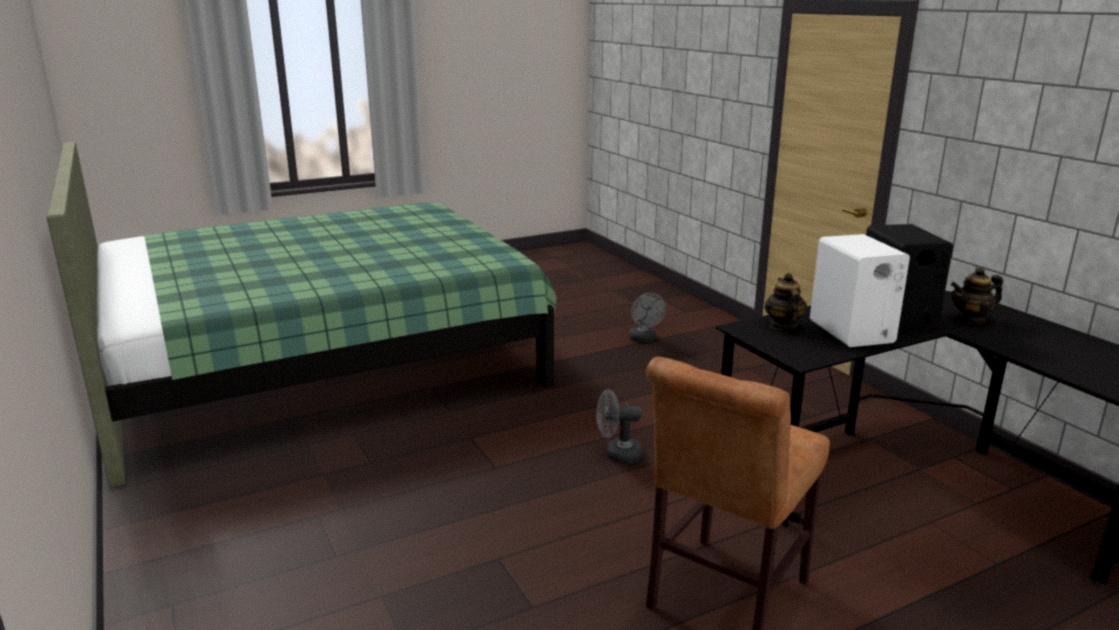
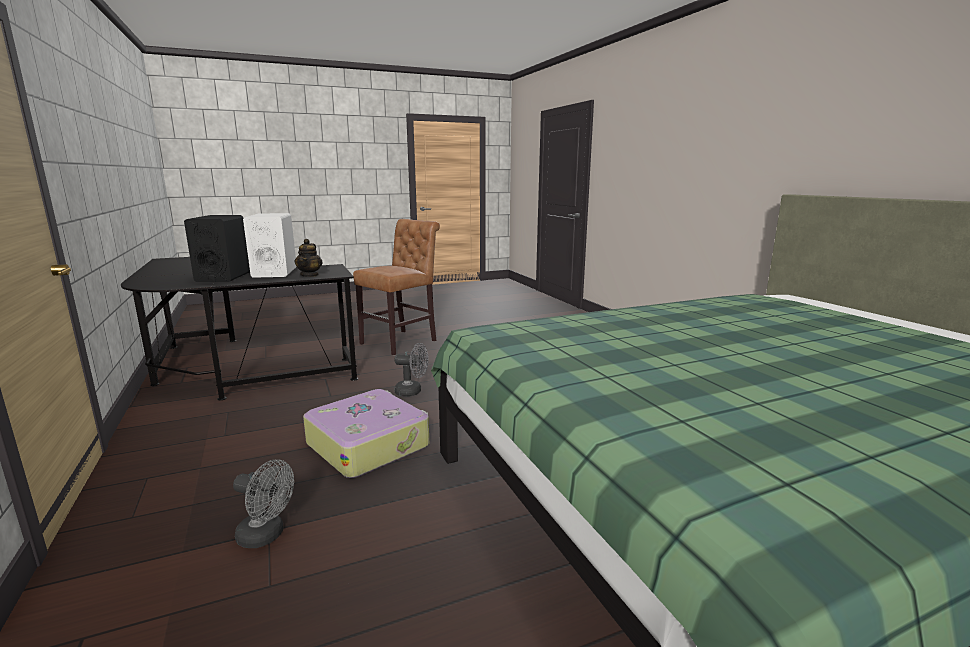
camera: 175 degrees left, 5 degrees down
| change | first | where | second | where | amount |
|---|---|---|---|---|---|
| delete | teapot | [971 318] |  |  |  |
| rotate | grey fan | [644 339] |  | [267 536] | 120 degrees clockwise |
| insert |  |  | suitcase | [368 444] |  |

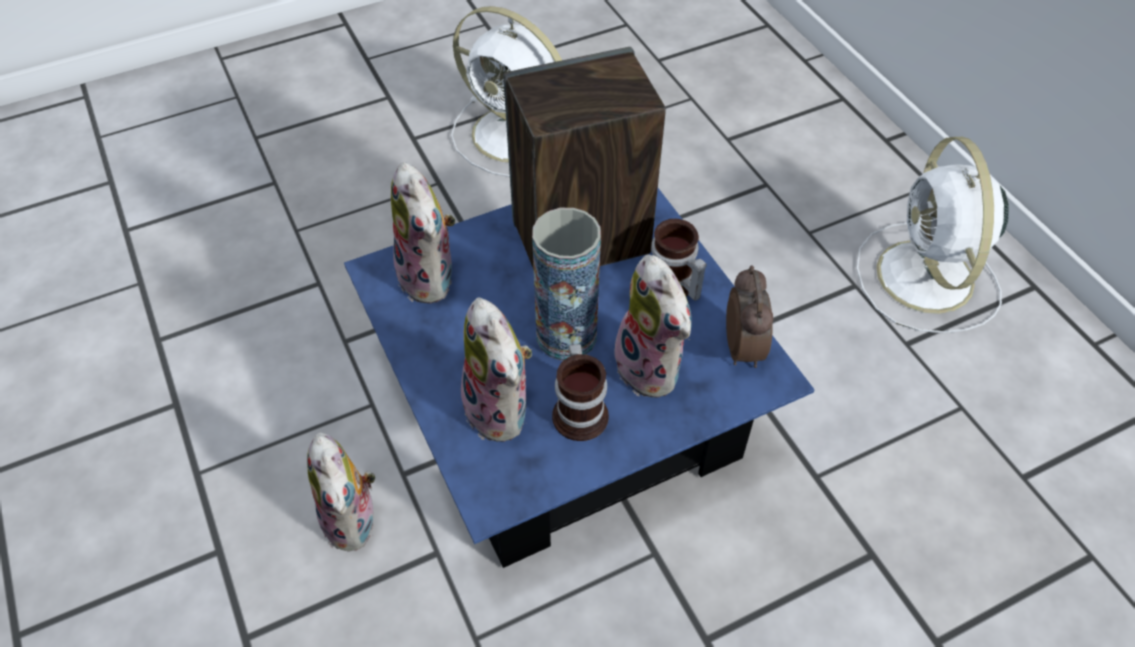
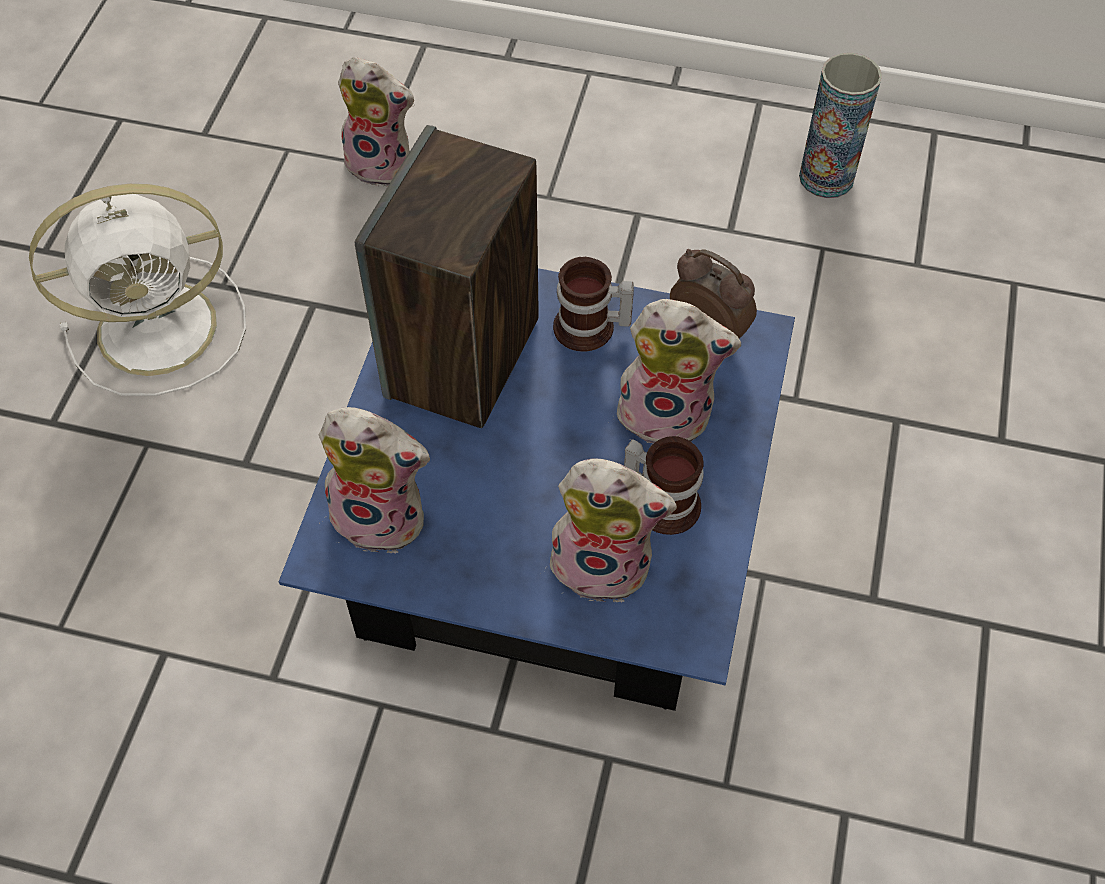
camera: 50 degrees left, 5 degrees up
| change | first | where | second | where | amount |
|---|---|---|---|---|---|
| delete | white fan | [926 280] |  |  |  |
| move | vase | [566 336] |  | [826 177] |  |
| move | plush toy | [354 521] |  | [383 164] |  |

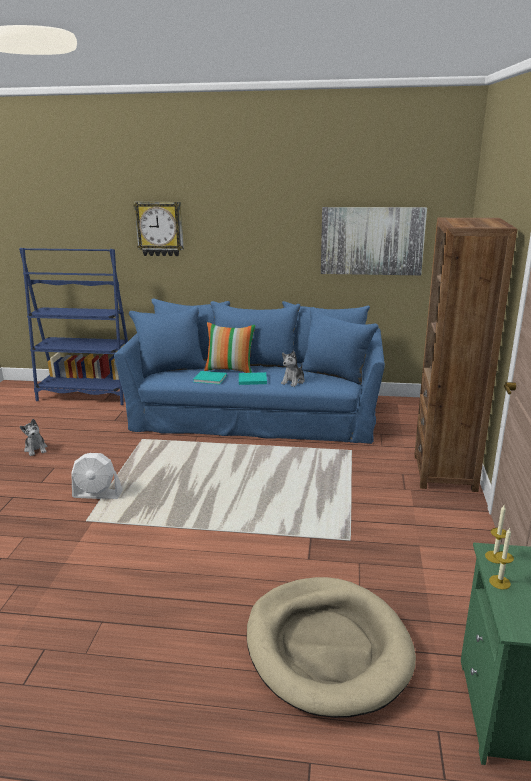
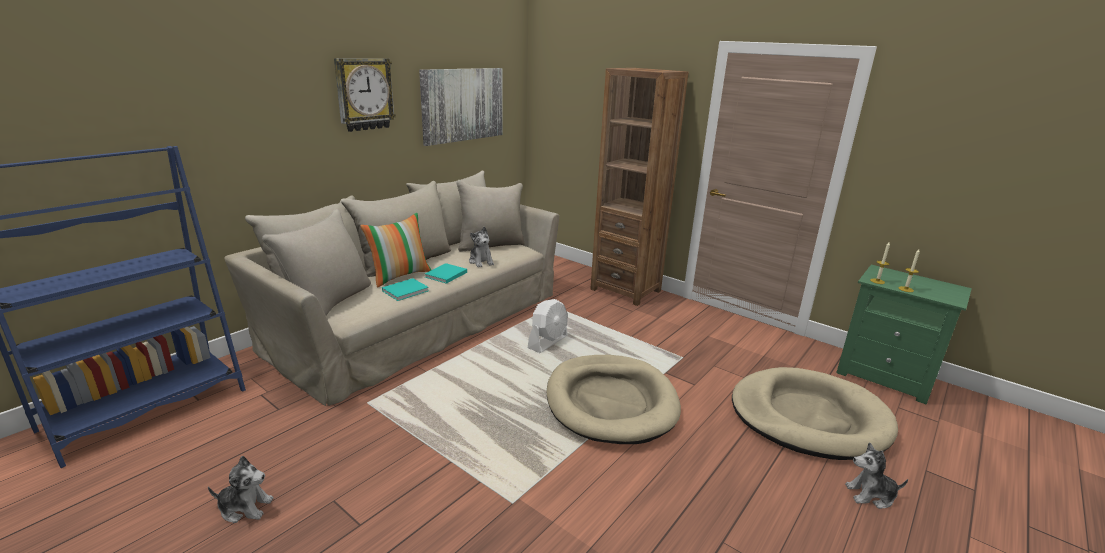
camera: 60 degrees left, 0 degrees up
| change | first | where | second | where | amount |
|---|---|---|---|---|---|
| move | wall clock | [160 228] |  | [364 94] |  |
| recolor | blue sofa | [255 413] | beige sofa | [420 319] |  |
| move | white fan | [97 494] |  | [548 342] |  |
| insert |  |  | beige dog bed | [610 402] |  |
| insert |  |  | plush toy | [871 495] |  |

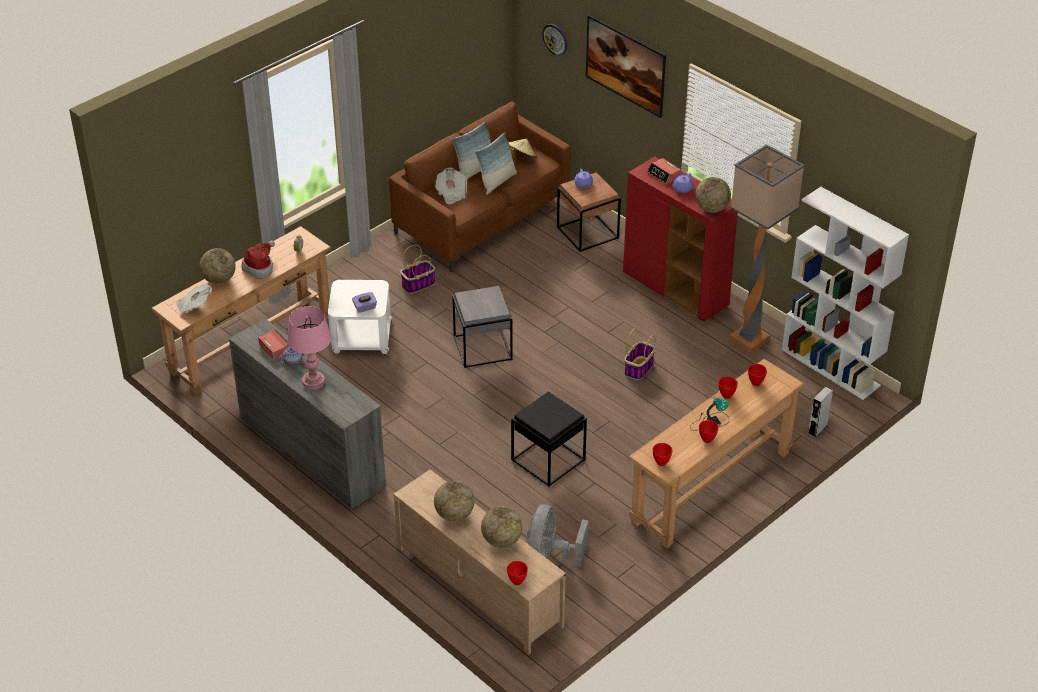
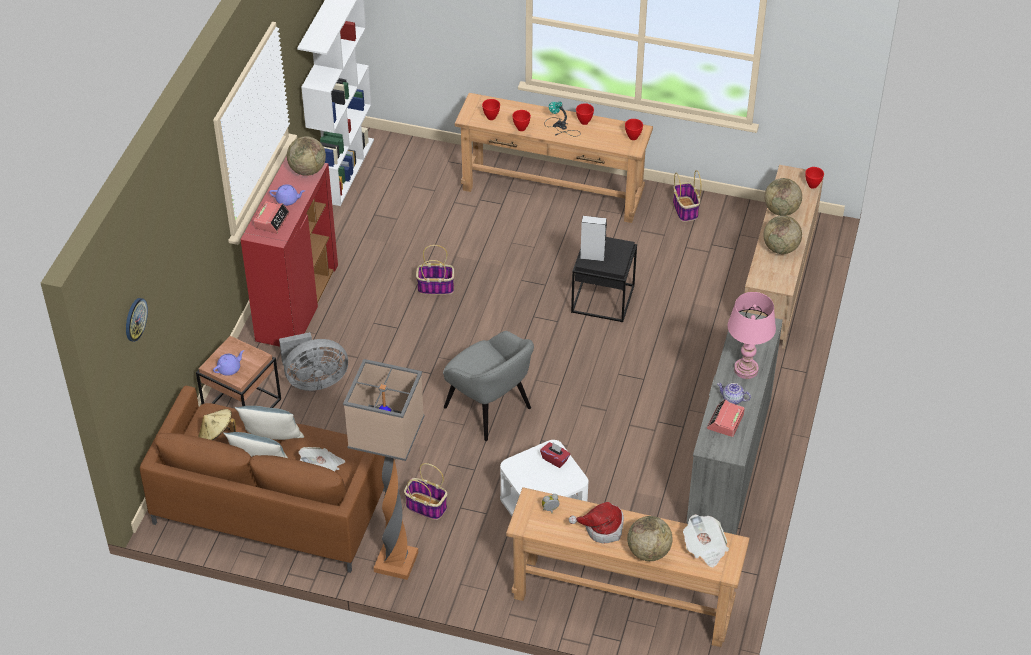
camera: 120 degrees left, 5 degrees up
| change | first | where | second | where | amount |
|---|---|---|---|---|---|
| delete | picture | [624 81] |  |  |  |
| move | floor lamp | [749 338] |  | [394 562] |  |
| replace | grey side table | [482 348] | grey armchair | [489 409] |  |
| recolor | purple tissue box | [365 307] | red tissue box | [555 459] |  |
| move | grey speaker | [817 429] |  | [592 256] |  |
| move | grey fan | [549 558] |  | [314 380] |  |
| insert |  |  | basket | [685 210] |  |

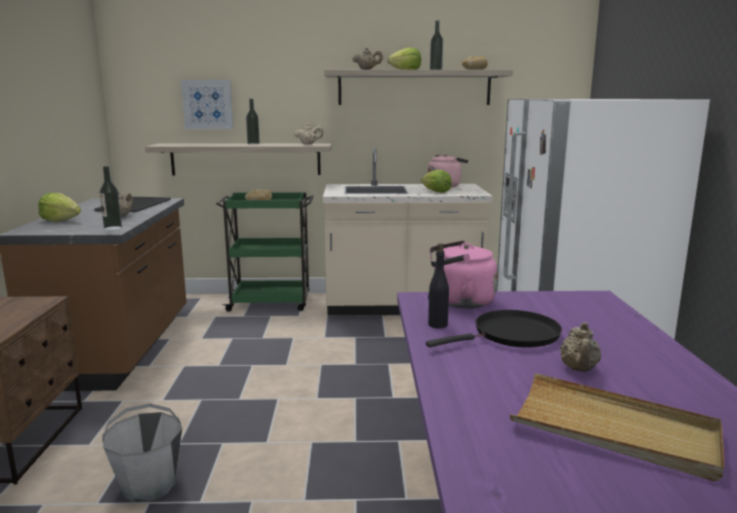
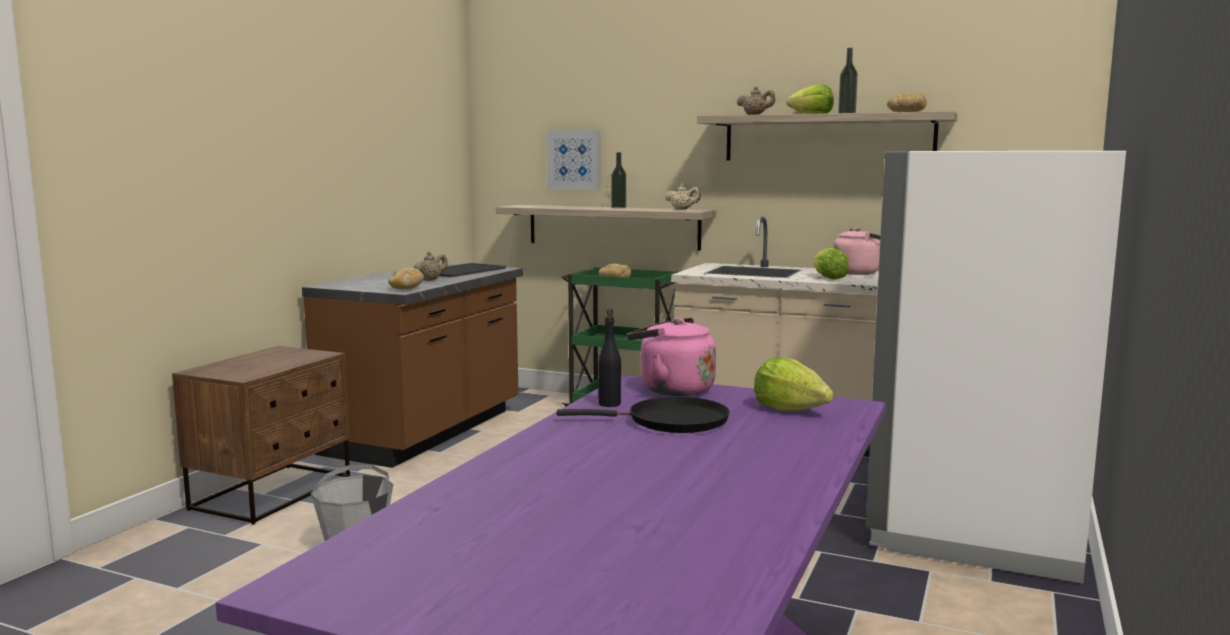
camera: 25 degrees right, 5 degrees down
| change | first | where | second | where | amount |
|---|---|---|---|---|---|
| replace | bottle | [113 228] | bread | [406 289] |  |
| move | lettuce | [61 220] |  | [789 409] |  |
| delete | beige teapot | [579 369] |  |  |  |
| delete | beige tray | [614 430] |  |  |  |

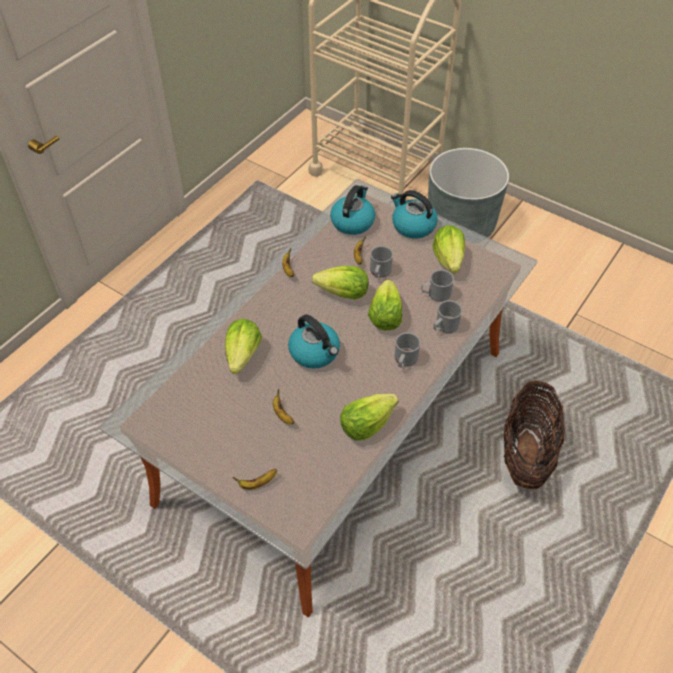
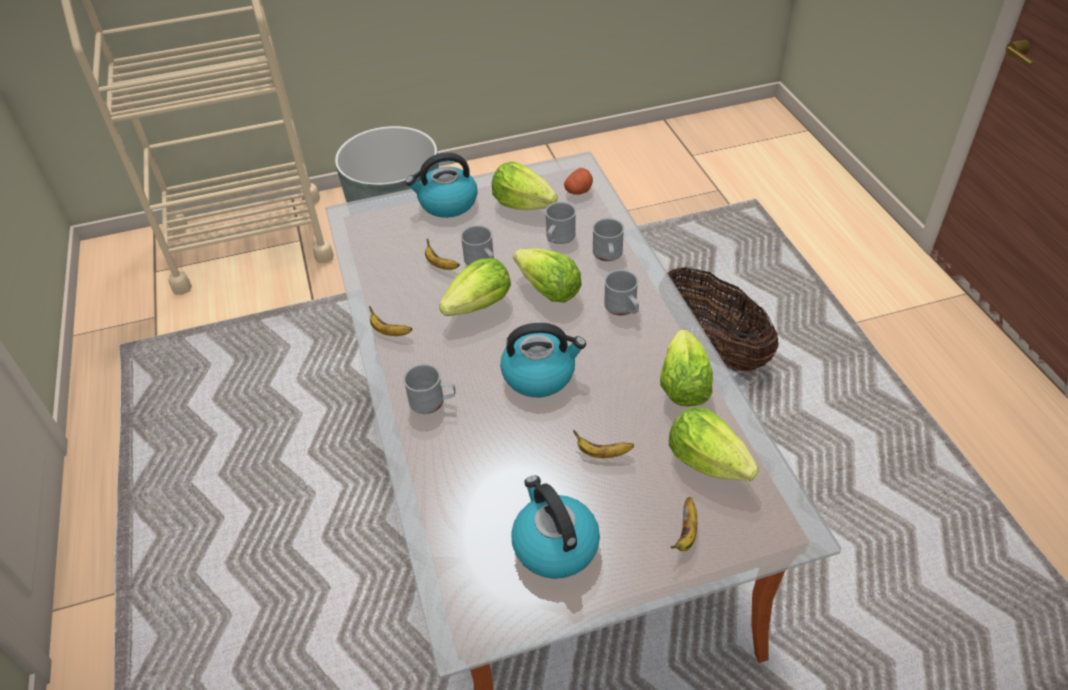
camera: 50 degrees left, 5 degrees down
| change | first | where | second | where | amount |
|---|---|---|---|---|---|
| move | kettle | [352 221] |  | [554 545] |  |
| move | lettuce | [243 355] |  | [707 461] |  |
| insert |  |  | potato | [578 191] |  |
| insert |  |  | grey mug | [432 401] |  |

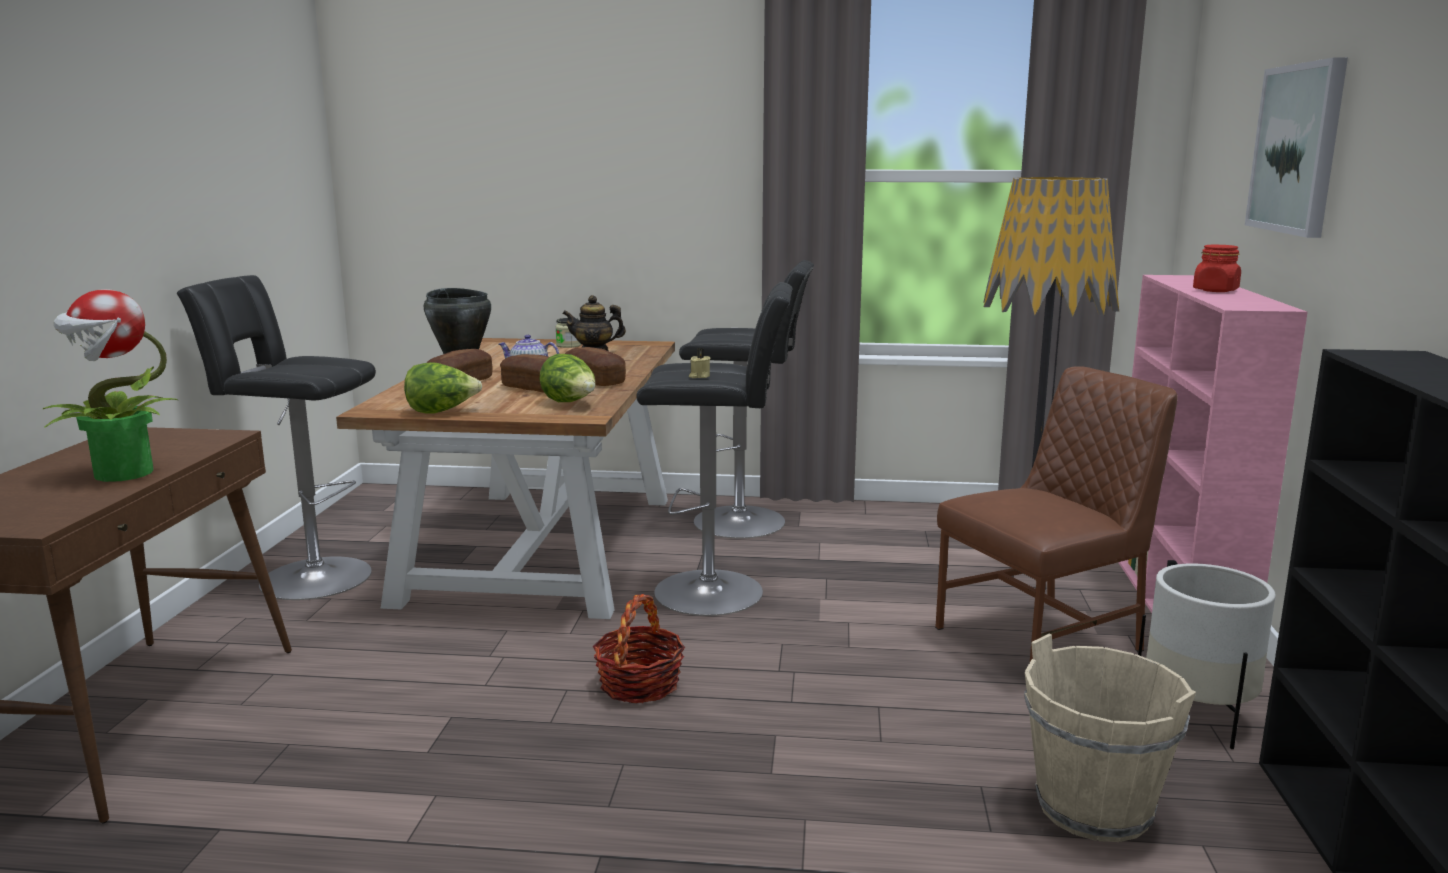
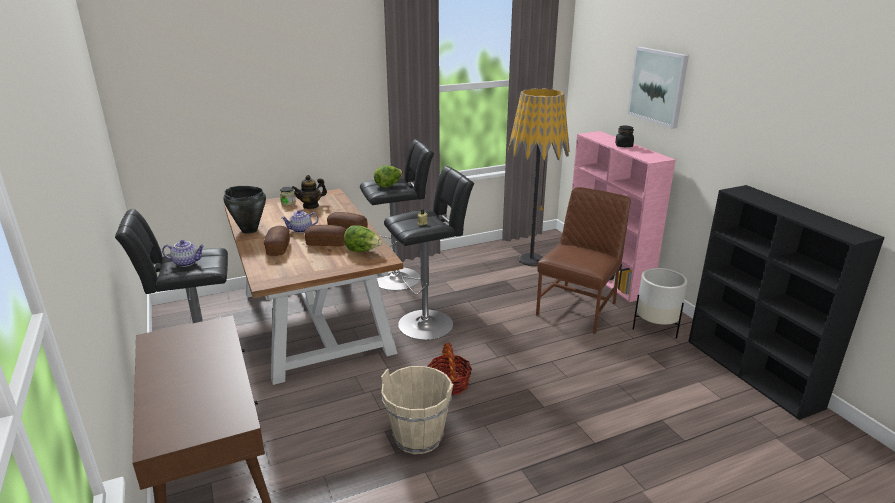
camera: 30 degrees left, 10 degrees up
| change | first | where | second | where | amount |
|---|---|---|---|---|---|
| recolor | red jar | [1215 290] | black jar | [624 146] |  |
| delete | potted plant | [121 474] |  |  |  |
| move | lettuce | [441 412] |  | [388 185] |  |
| move | beige bucket | [1093 808] |  | [417 437] |  |
| insert |  |  | teapot | [187 262] |  |

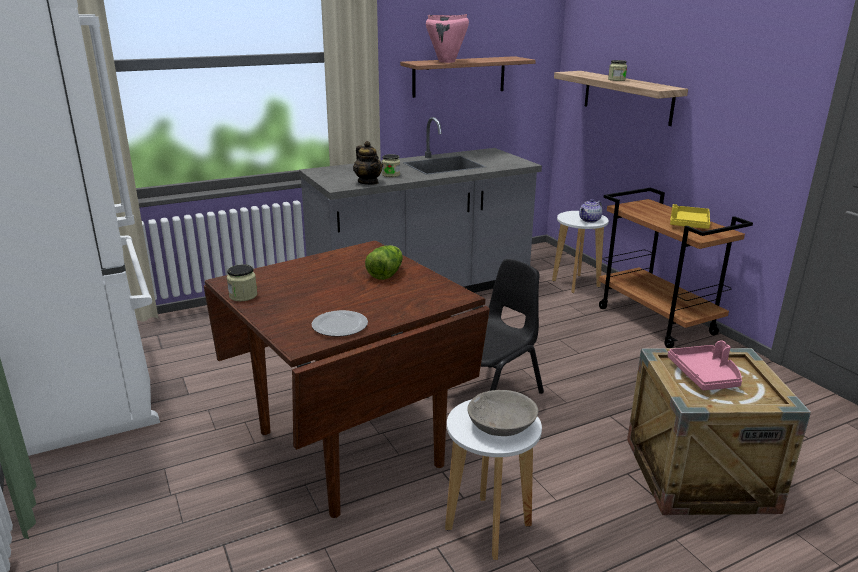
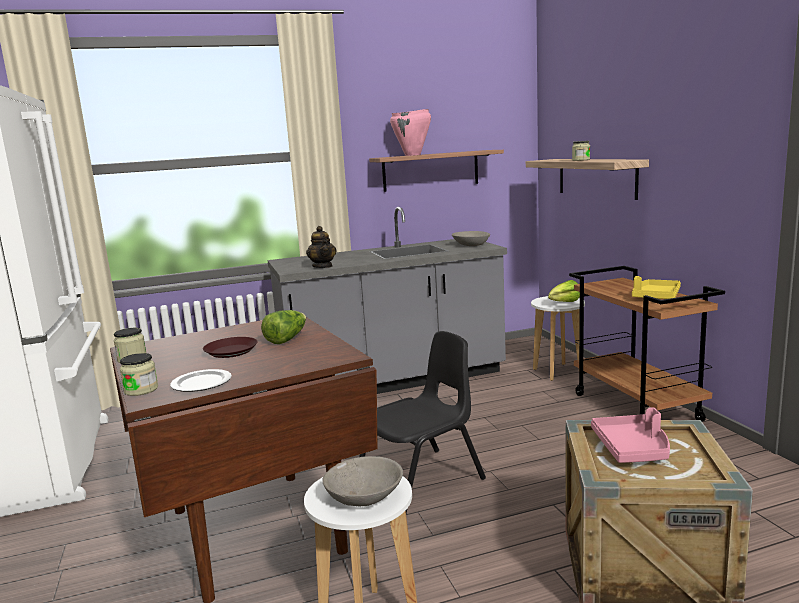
camera: 10 degrees right, 10 degrees down
| change | first | where | second | where | amount |
|---|---|---|---|---|---|
| move | jar | [391 175] |  | [141 390] |  |
| replace | teapot | [590 220] | lettuce | [564 303] |  |
| insert |  |  | grey bowl | [471 244] |  |
| insert |  |  | brown plate | [231 351] |  |

